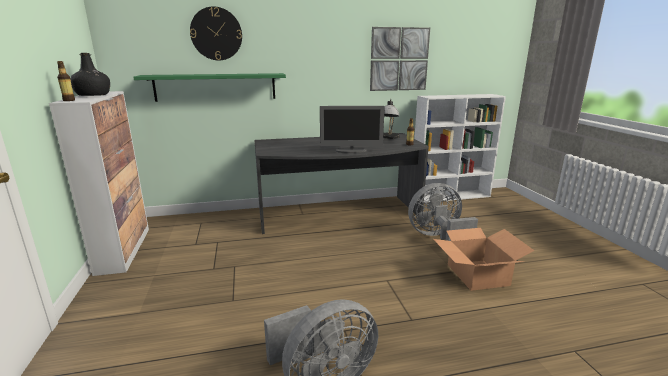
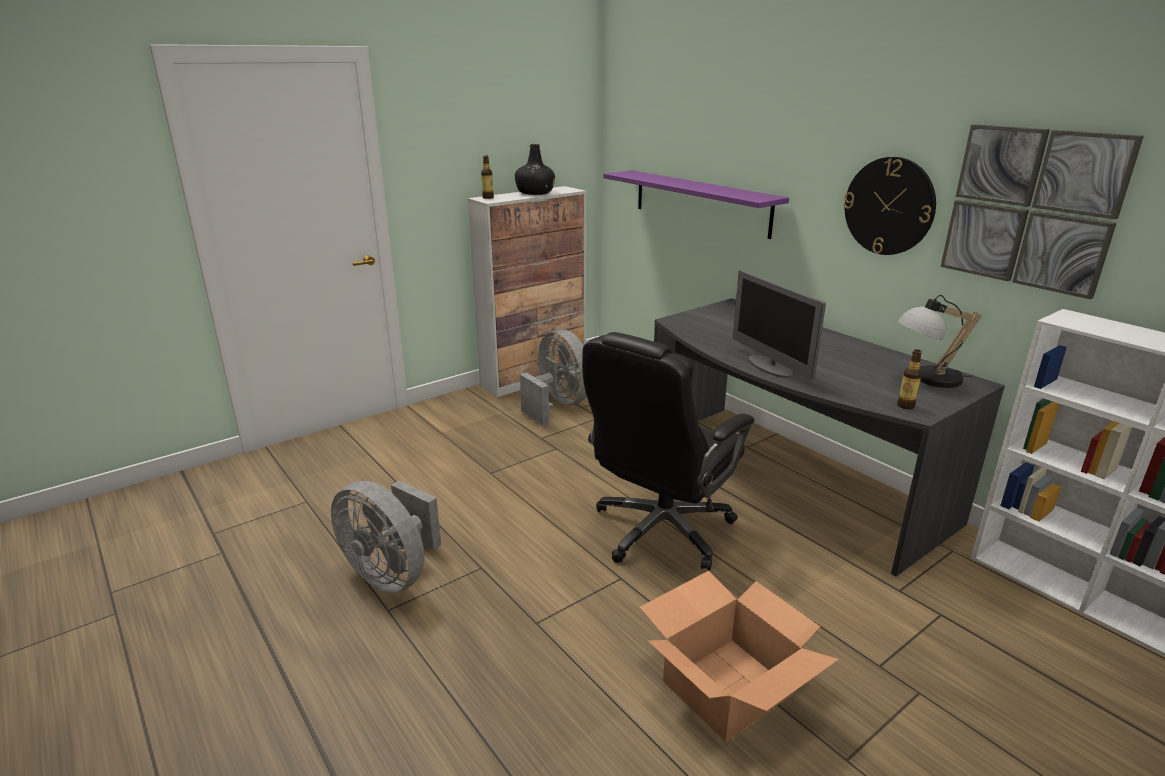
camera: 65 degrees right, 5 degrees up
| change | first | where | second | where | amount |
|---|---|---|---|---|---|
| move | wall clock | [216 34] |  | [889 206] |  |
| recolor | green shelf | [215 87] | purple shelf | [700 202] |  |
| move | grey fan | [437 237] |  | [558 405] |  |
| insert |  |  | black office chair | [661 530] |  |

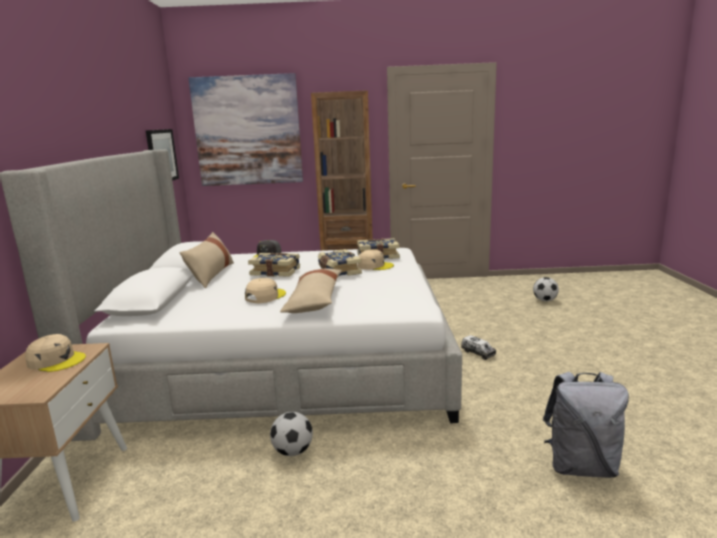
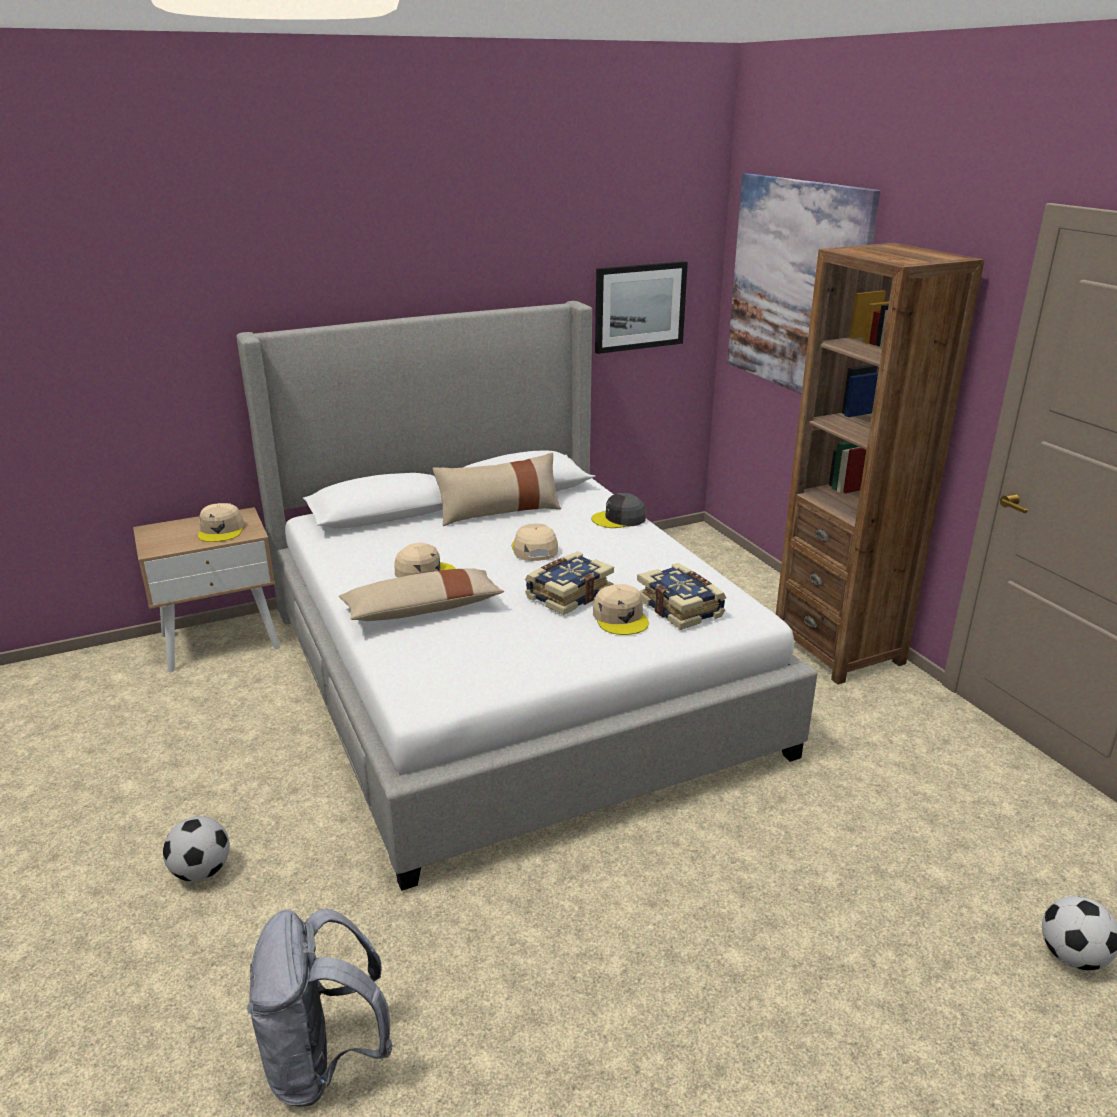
camera: 65 degrees right, 10 degrees up
| change | first | where | second | where | amount |
|---|---|---|---|---|---|
| replace | book | [276 272] | beige cap | [534 549] |  |
| delete | toy truck | [478 353] |  |  |  |
| move | football | [293 451] |  | [201 871] |  |

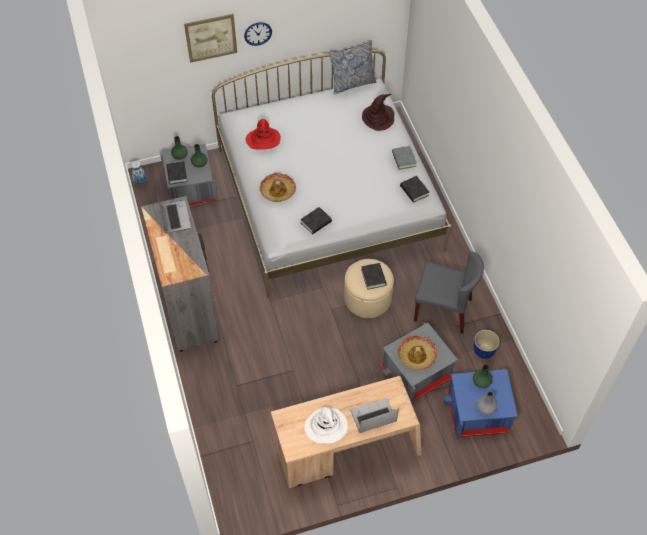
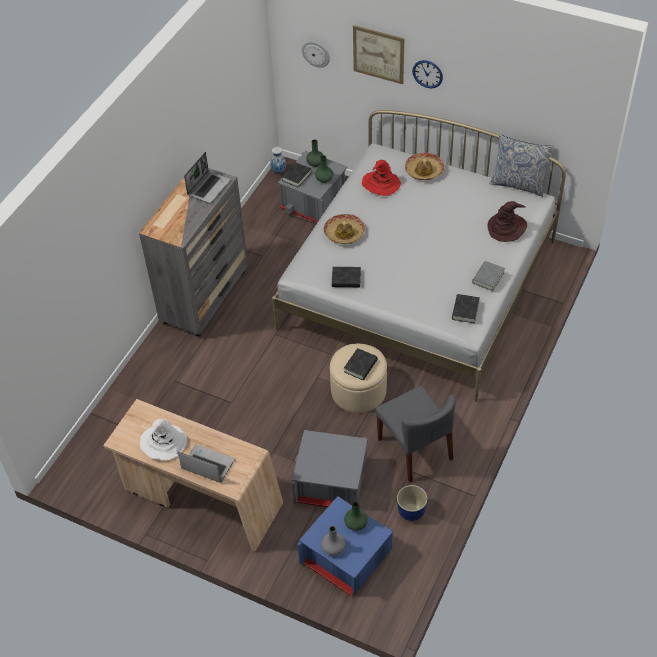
camera: 45 degrees right, 5 degrees down
| change | first | where | second | where | amount |
|---|---|---|---|---|---|
| move | hat | [417 355] |  | [424 170] |  |
| insert |  |  | wall clock | [316 53] |  |

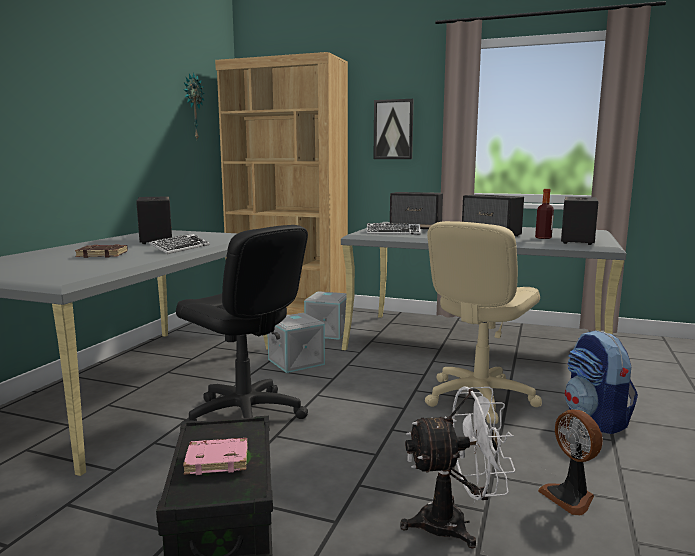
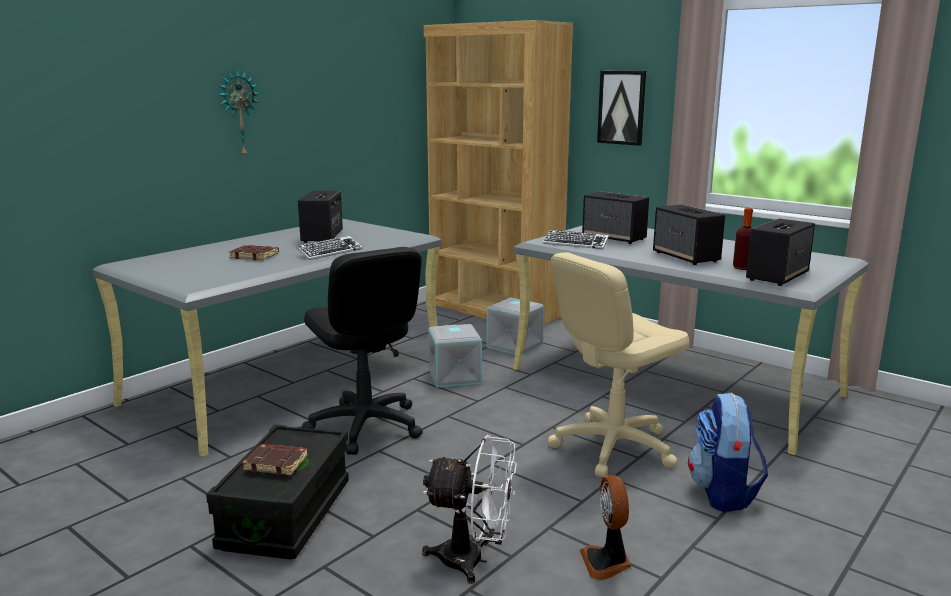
camera: 20 degrees right, 5 degrees up
| change | first | where | second | where | amount |
|---|---|---|---|---|---|
| move | wall clock | [192 107] |  | [238 114] |  |
| recolor | pink book | [218 460] | brown book | [277 463] |  |

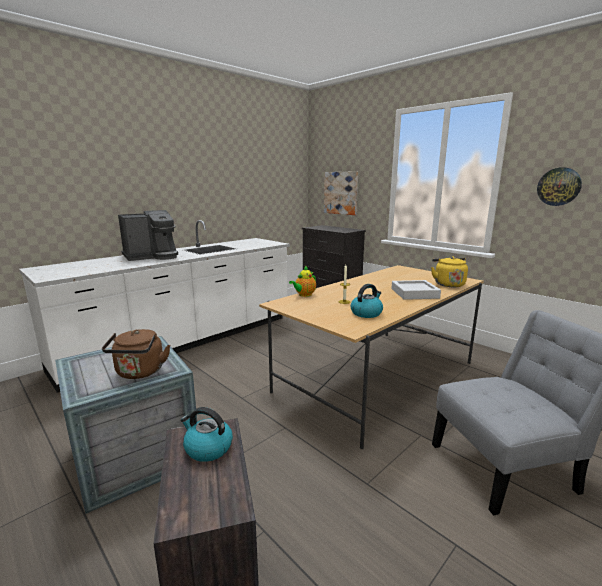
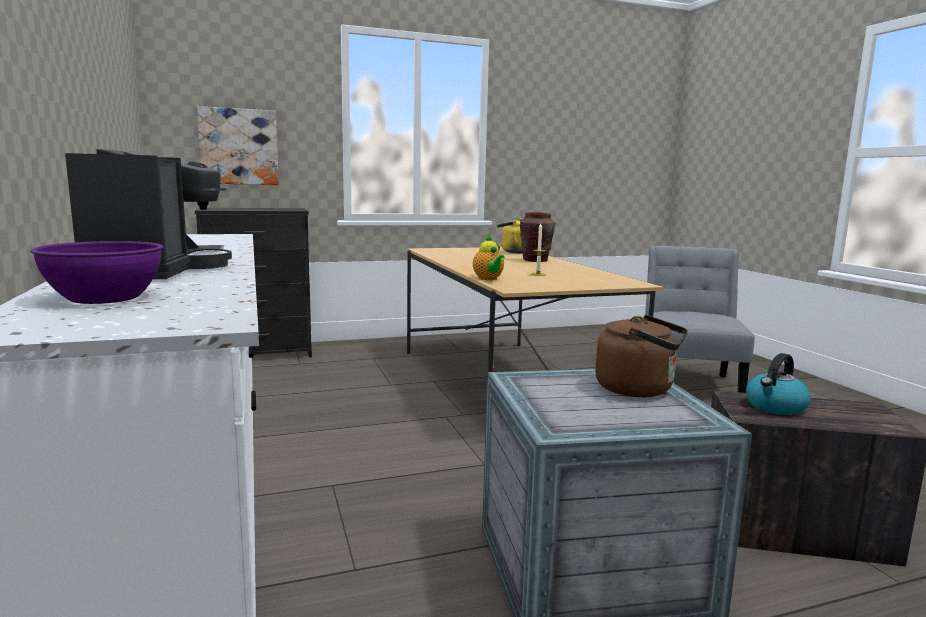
camera: 65 degrees left, 5 degrees down
| change | first | where | second | where | amount |
|---|---|---|---|---|---|
| delete | wall clock | [558 186] |  |  |  |
| replace | grey tray | [414 293] | brown vase | [535 260] |  |
| delete | kettle | [366 313] |  |  |  |
| insert |  |  | purple bowl | [104 298] |  |

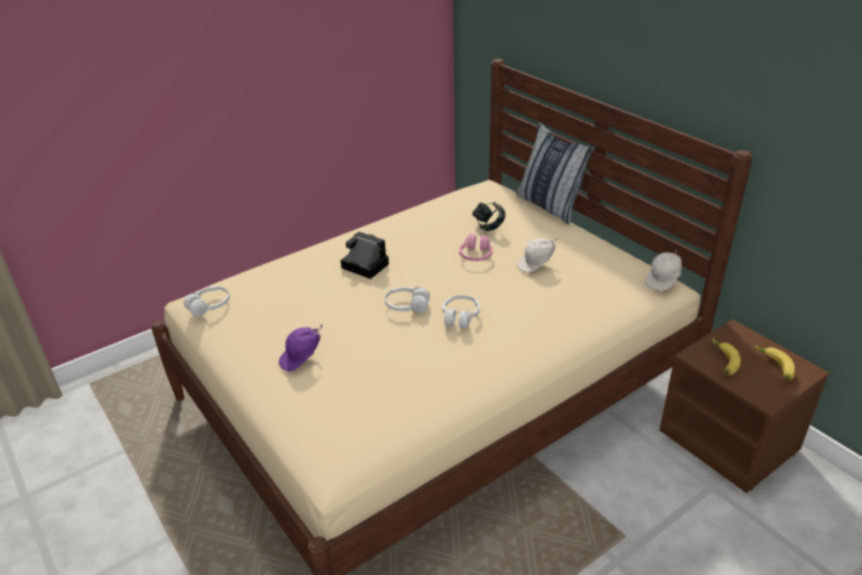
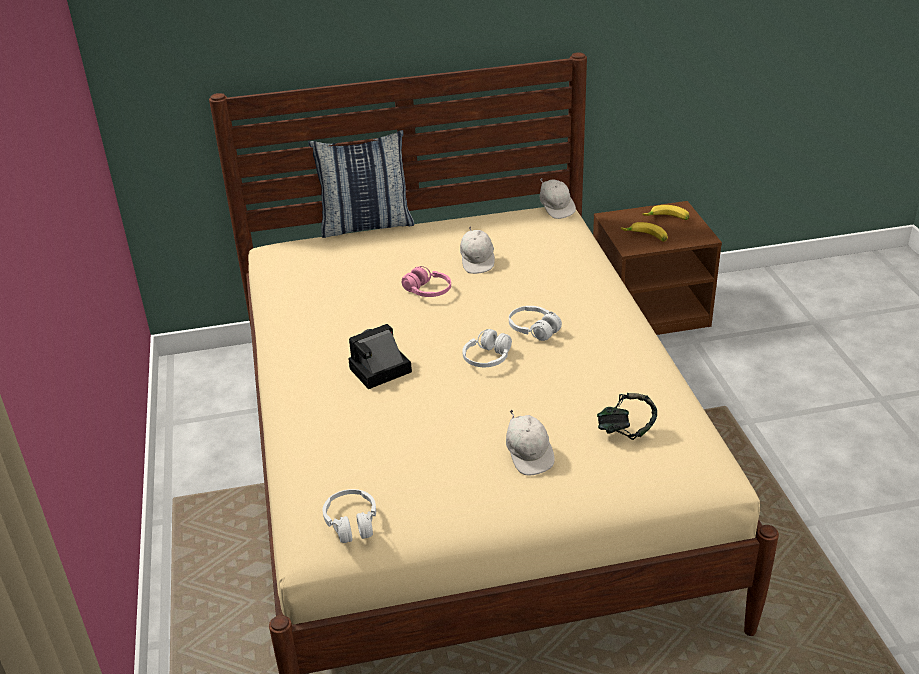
camera: 65 degrees left, 0 degrees up
| change | first | where | second | where | amount |
|---|---|---|---|---|---|
| move | headphones | [488 226] |  | [625 431] |  |
| recolor | purple cap | [302 358] | white cap | [529 455] |  |

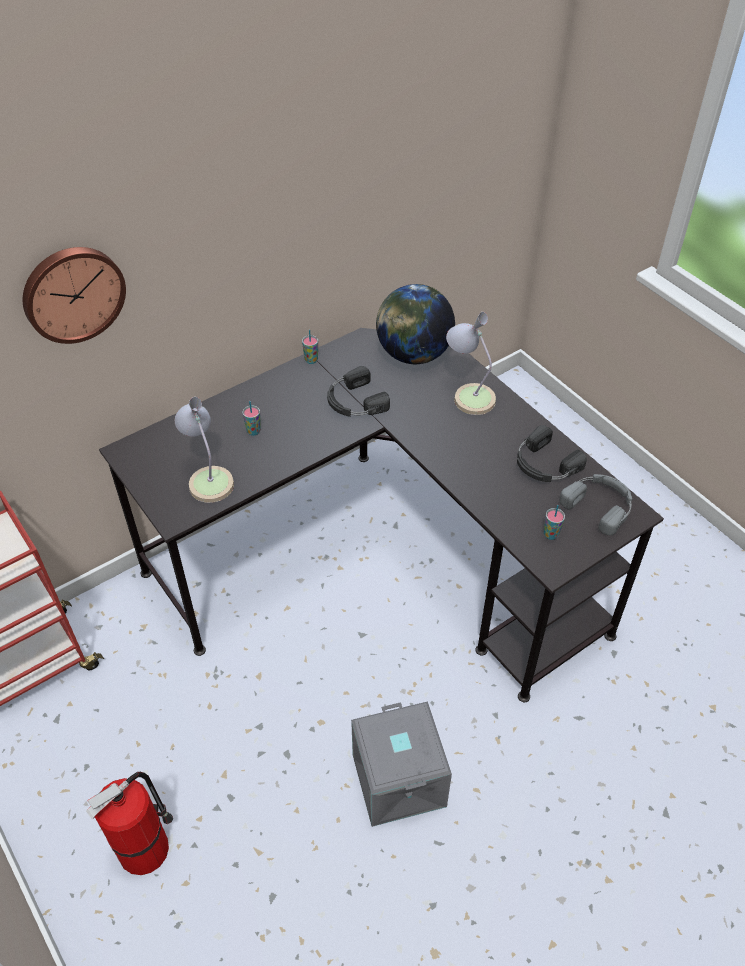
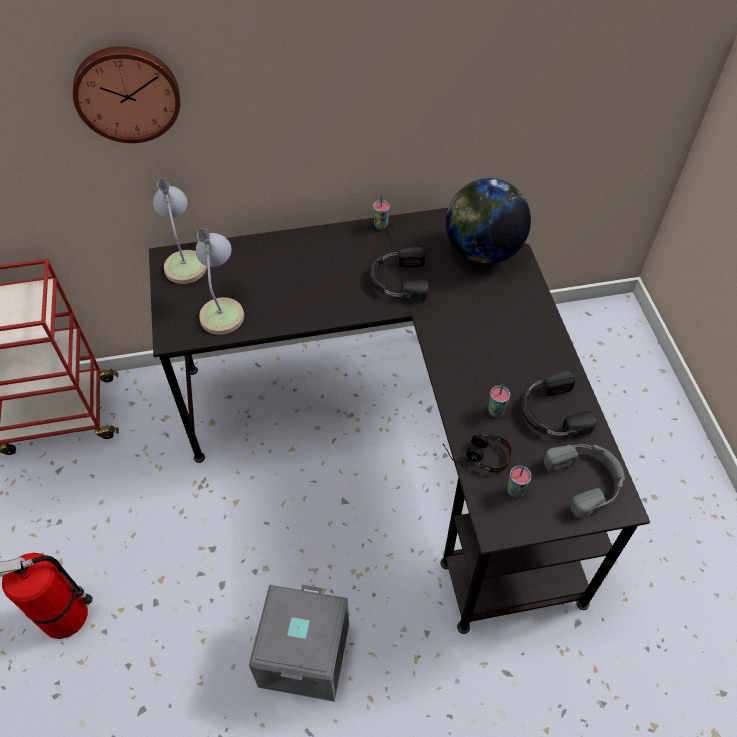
camera: 25 degrees right, 5 degrees up
| change | first | where | second | where | amount |
|---|---|---|---|---|---|
| move | table lamp | [468 395] |  | [184 261] |  |
| move | cup | [253 431] |  | [496 411] |  |
| insert |  |  | headphones | [476 455] |  |

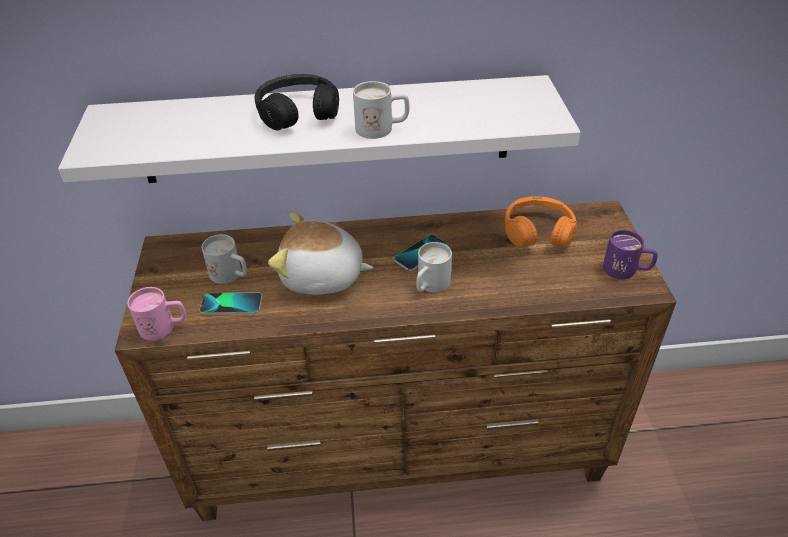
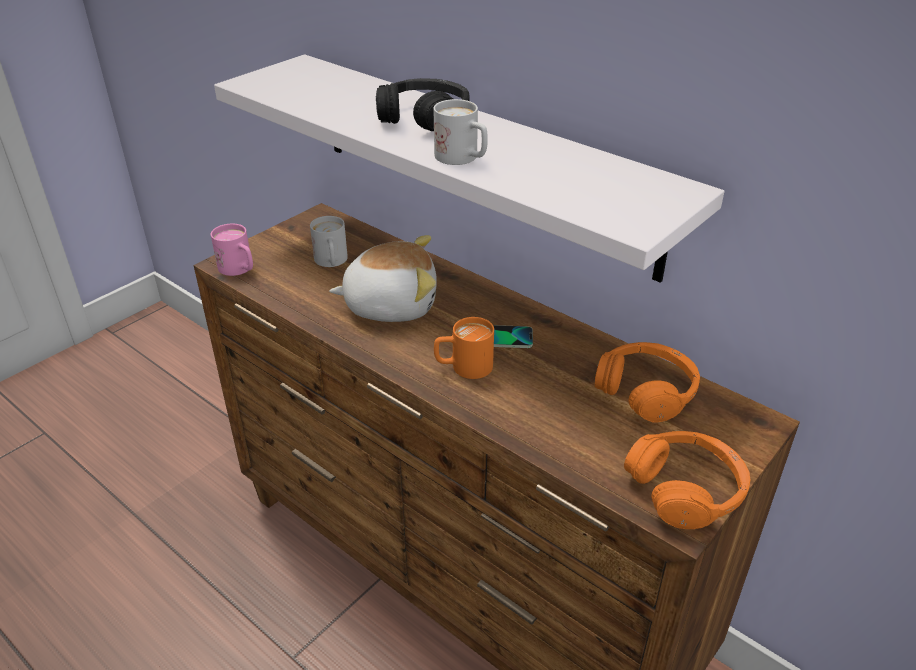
camera: 45 degrees right, 5 degrees down
| change | first | where | second | where | amount |
|---|---|---|---|---|---|
| rotate | plush toy | [322 277] |  | [390 304] | 120 degrees clockwise |
| replace | purple mug | [626 270] | orange headphones | [686 489] |  |
| recolor | white mug | [430 286] | orange mug | [463 367] |  |
| delete | phone | [231 304] |  |  |  |

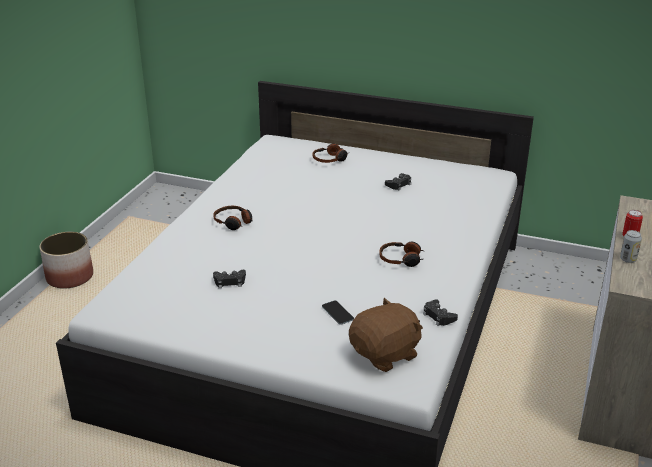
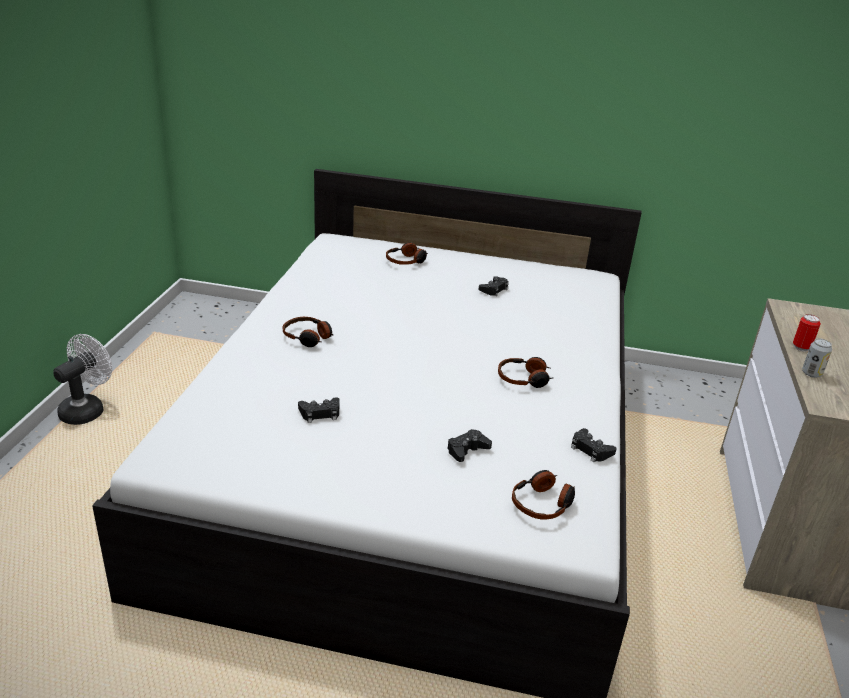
camera: 10 degrees left, 0 degrees up
| change | first | where | second | where | amount |
|---|---|---|---|---|---|
| replace | planter | [69 277] | white fan | [87 409] |  |
| replace | brown plush toy | [385 354] | headphones | [543 503] |  |
| replace | phone | [337 313] | black game controller | [467 450] |  |

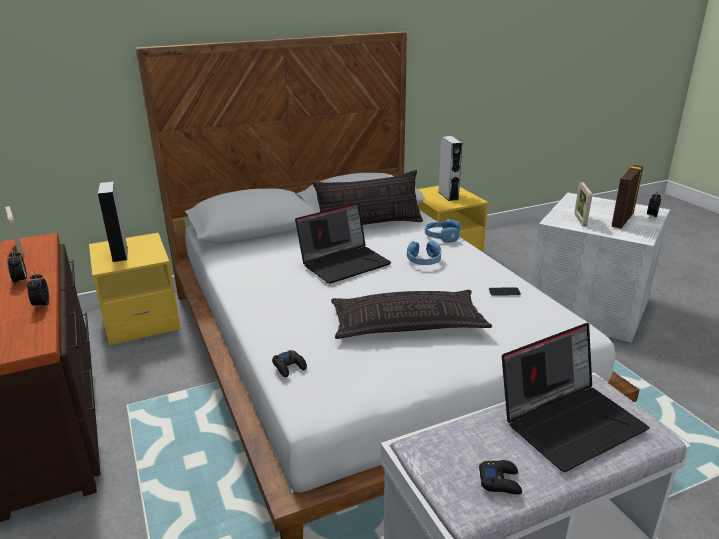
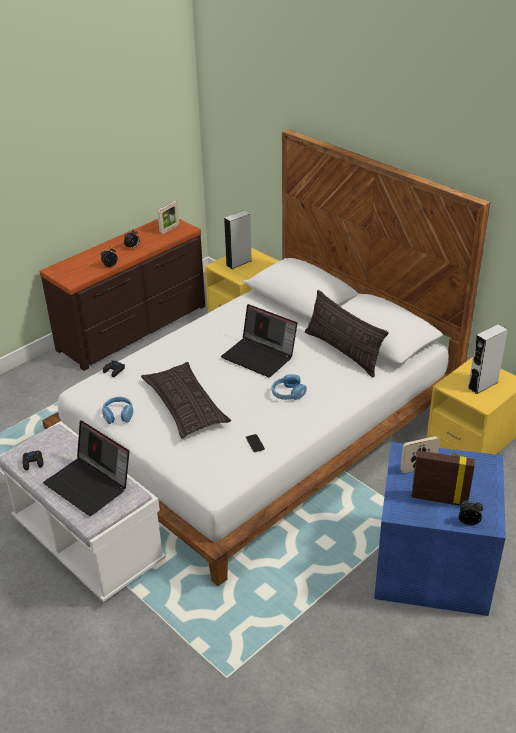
camera: 70 degrees right, 10 degrees up
| change | first | where | second | where | amount |
|---|---|---|---|---|---|
| recolor | white storage box | [590 307] | blue storage box | [431 565] |  |
| move | blue headphones | [442 237] |  | [118 415] |  |

